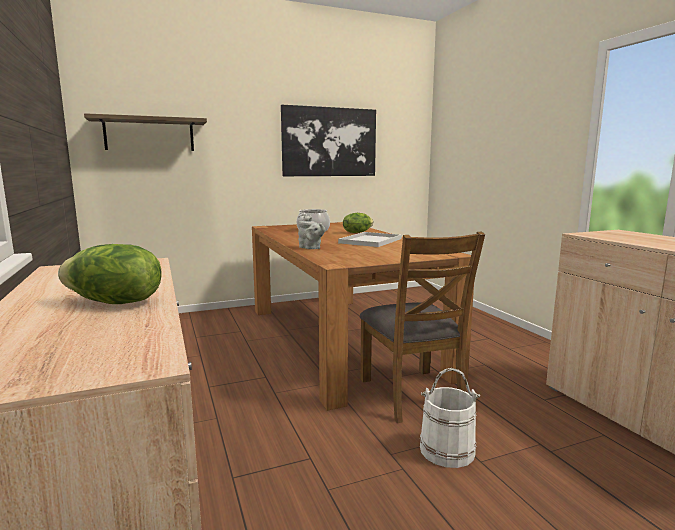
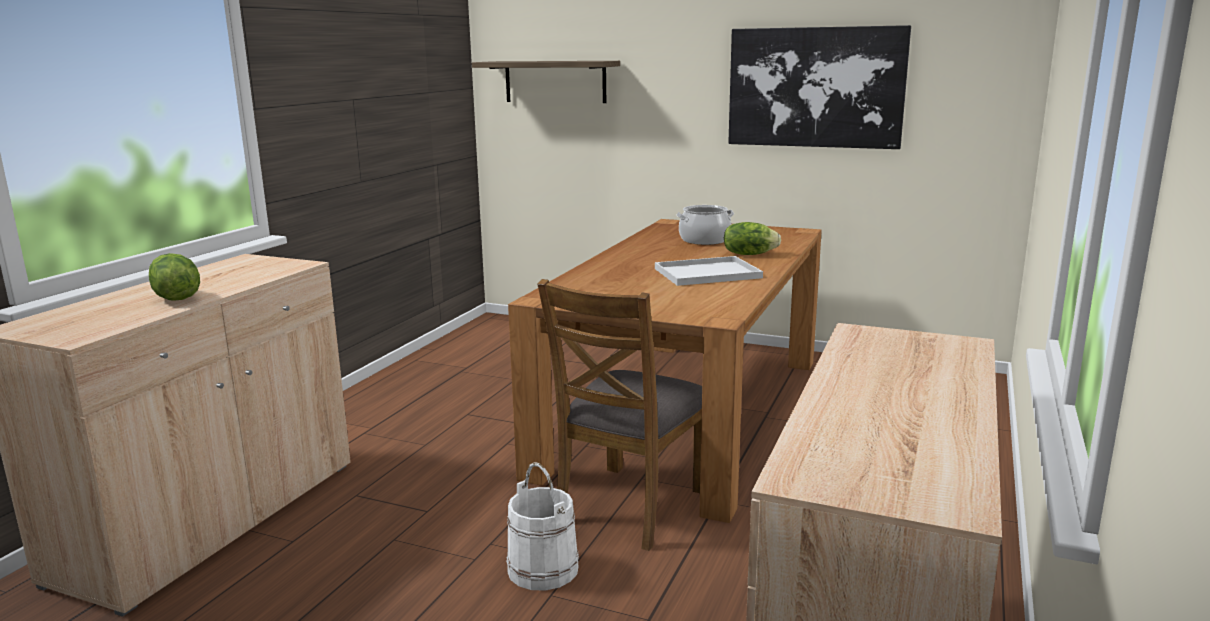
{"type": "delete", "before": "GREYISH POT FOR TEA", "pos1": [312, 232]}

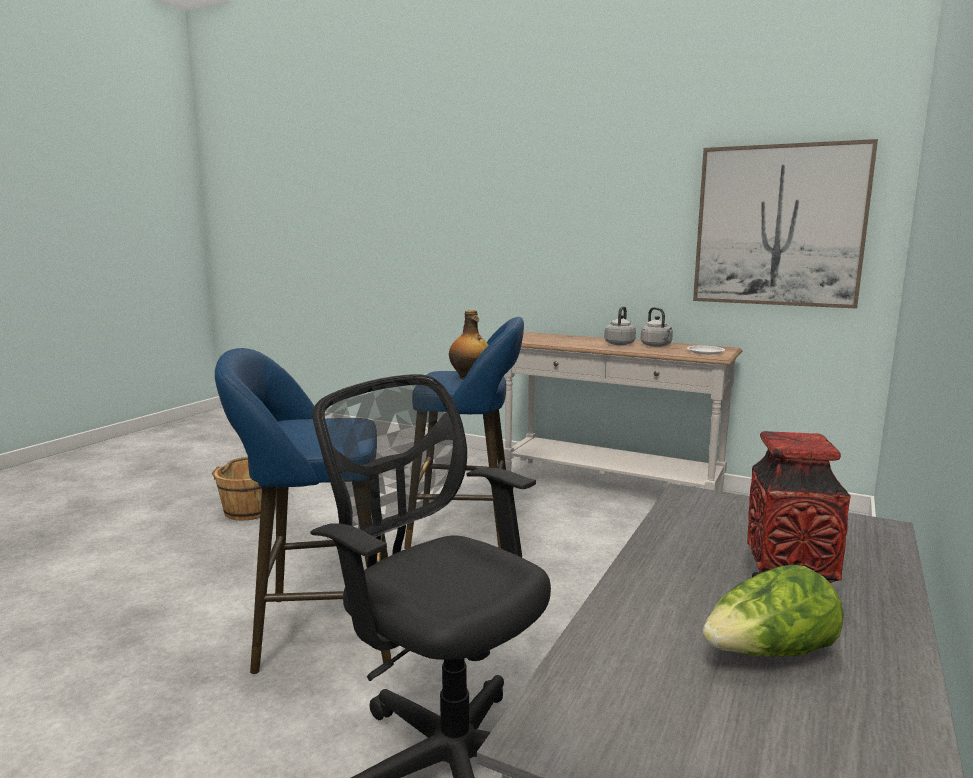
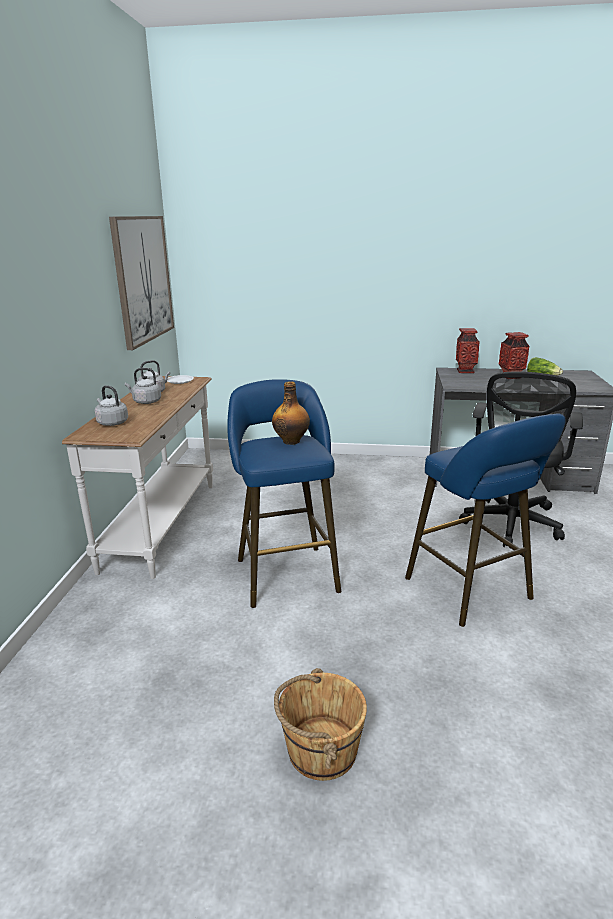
{"type": "insert", "after": "GREYISH WATER KETTLE", "pos2": [111, 405]}
{"type": "insert", "after": "VASE", "pos2": [468, 350]}

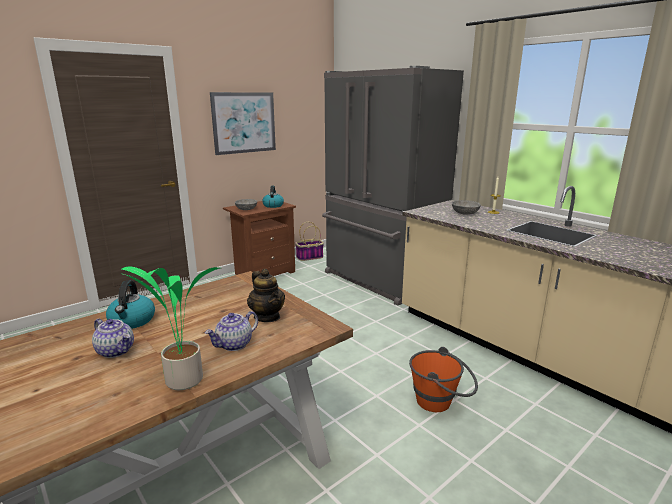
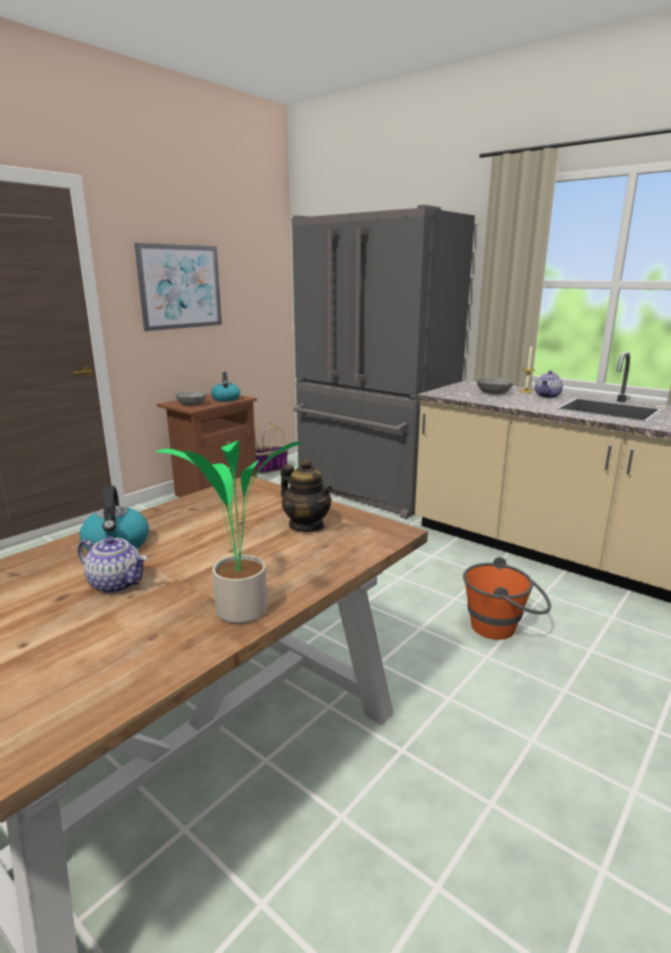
{"type": "move", "before": "POT FOR TEA", "pos1": [231, 331], "pos2": [549, 384]}

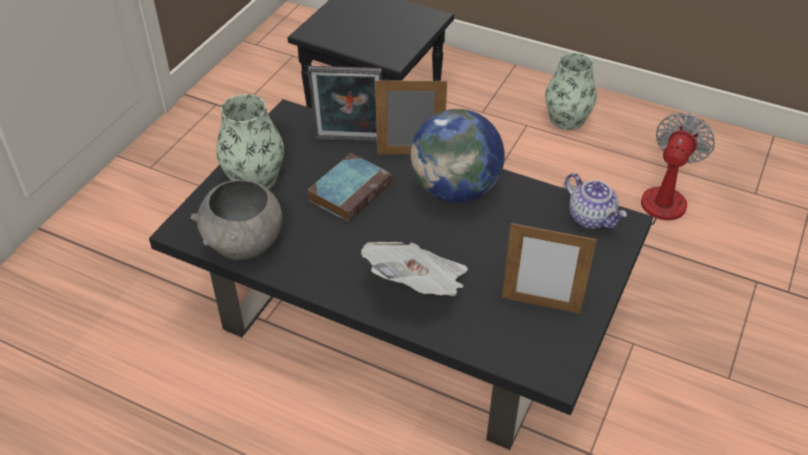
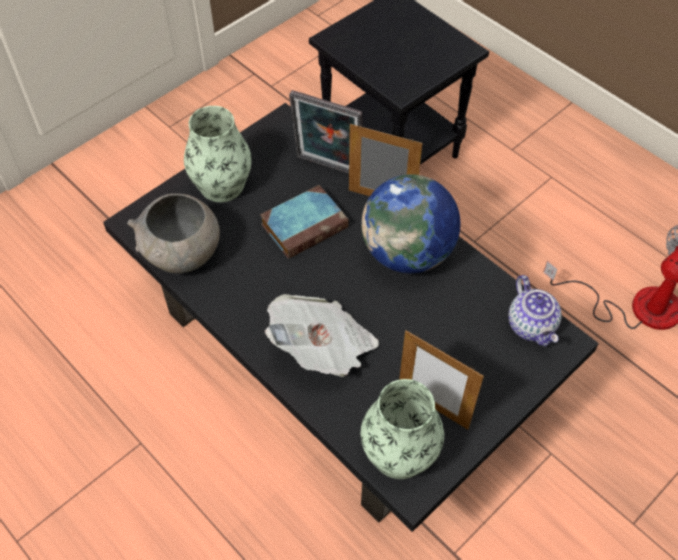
{"type": "move", "before": "VASE", "pos1": [571, 91], "pos2": [402, 429]}

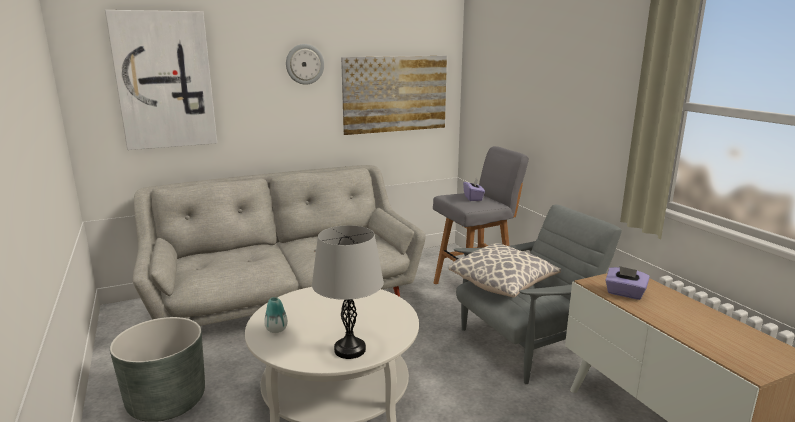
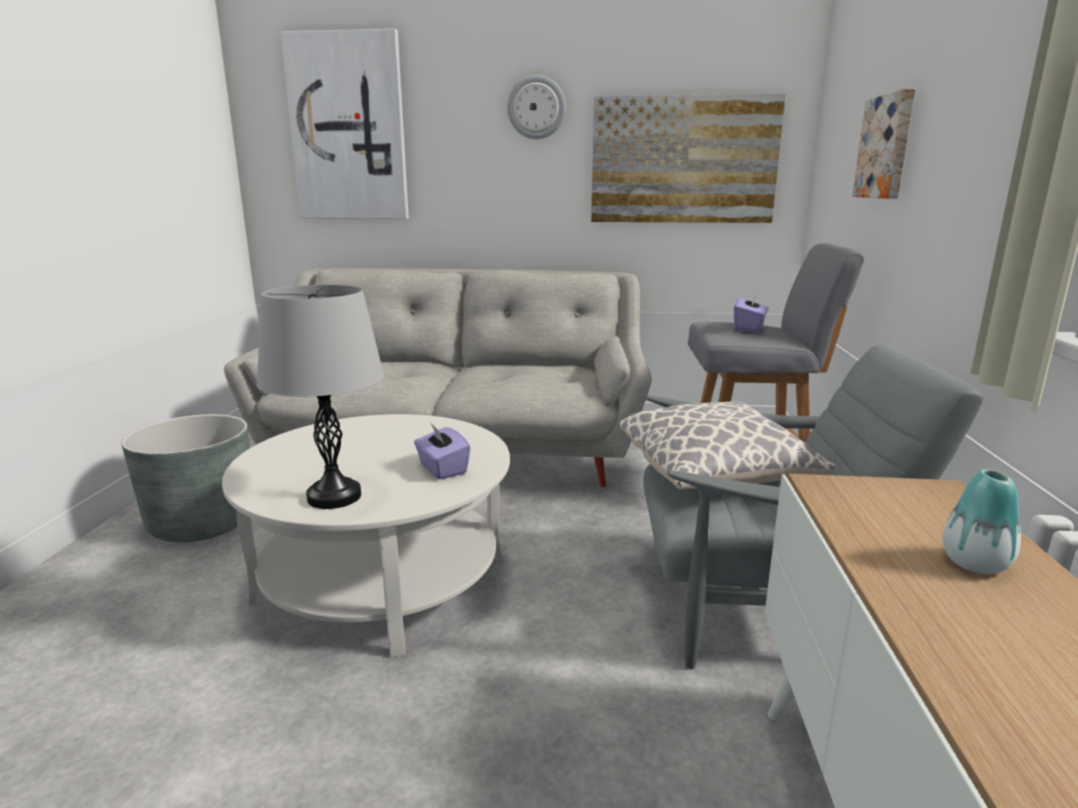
{"type": "insert", "after": "PICTURE", "pos2": [884, 143]}
{"type": "move", "before": "VASE", "pos1": [276, 315], "pos2": [982, 521]}
{"type": "move", "before": "PURPLE TISSUE HOLDER", "pos1": [627, 283], "pos2": [442, 450]}

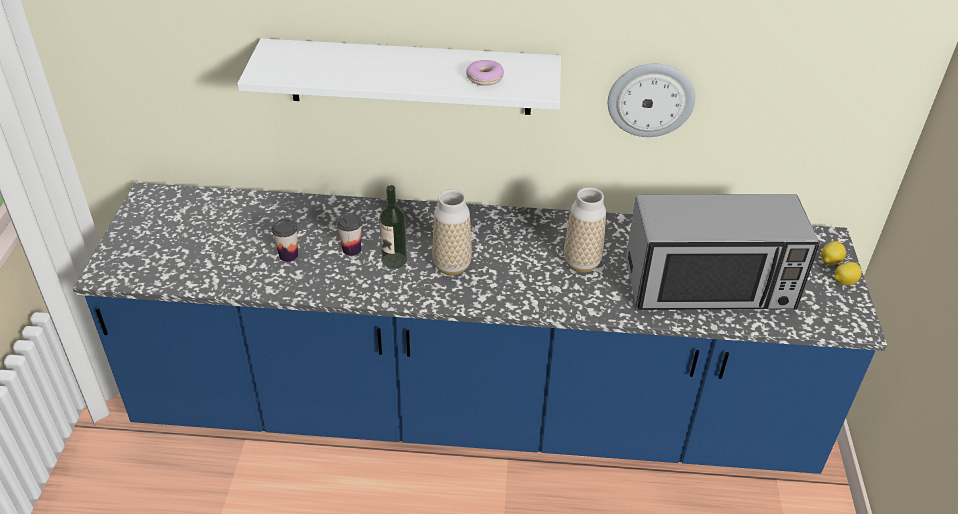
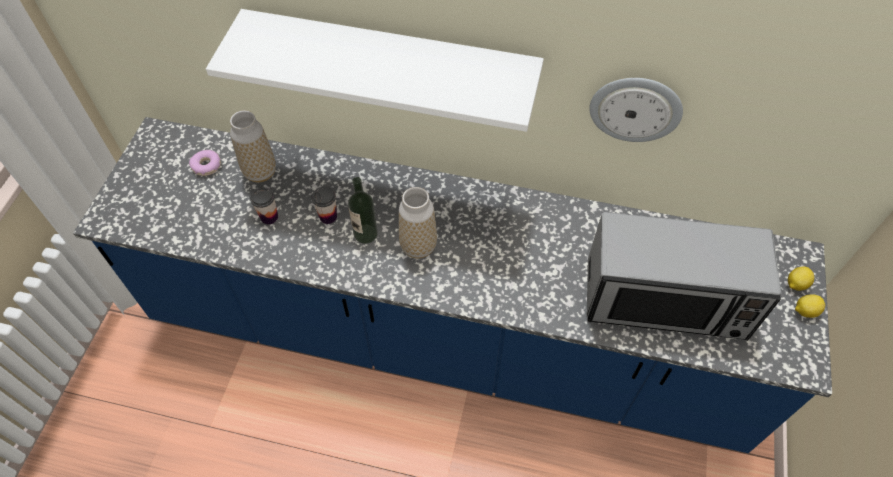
{"type": "move", "before": "DONUT", "pos1": [485, 73], "pos2": [205, 163]}
{"type": "move", "before": "VASE", "pos1": [585, 230], "pos2": [253, 146]}

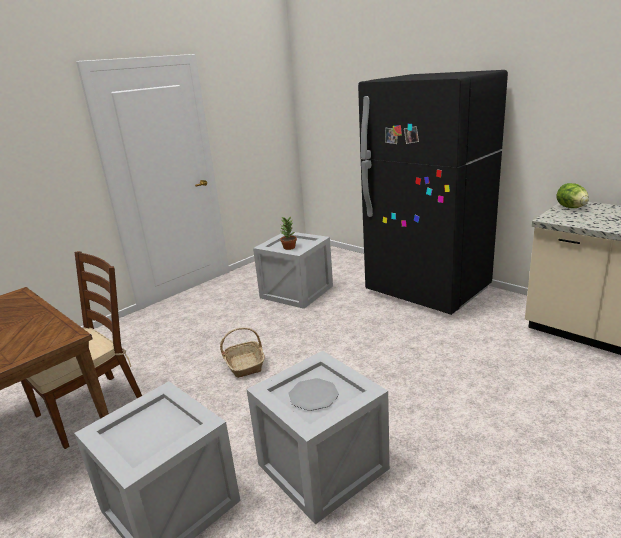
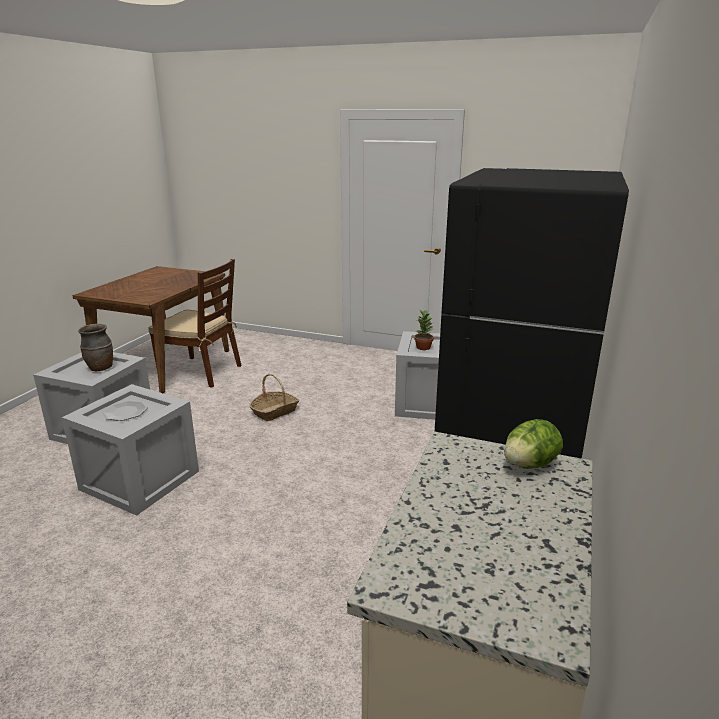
{"type": "insert", "after": "BROWNISH VASE", "pos2": [95, 348]}

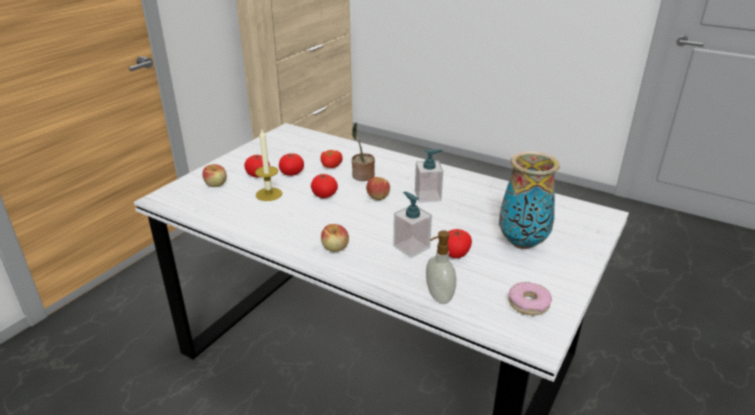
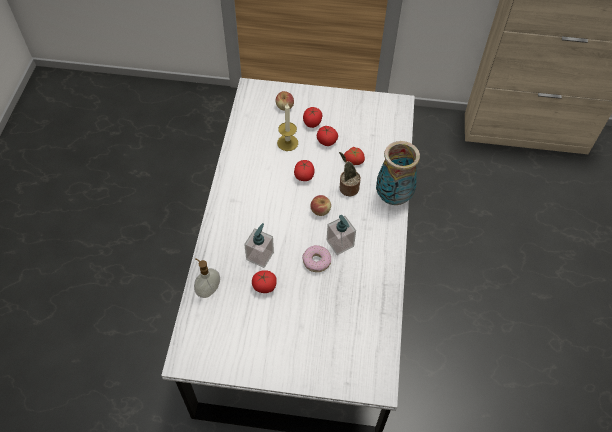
{"type": "delete", "before": "APPLE FRUIT", "pos1": [335, 238]}
{"type": "move", "before": "VASE", "pos1": [529, 200], "pos2": [398, 173]}
{"type": "move", "before": "DONUT", "pos1": [530, 298], "pos2": [316, 258]}

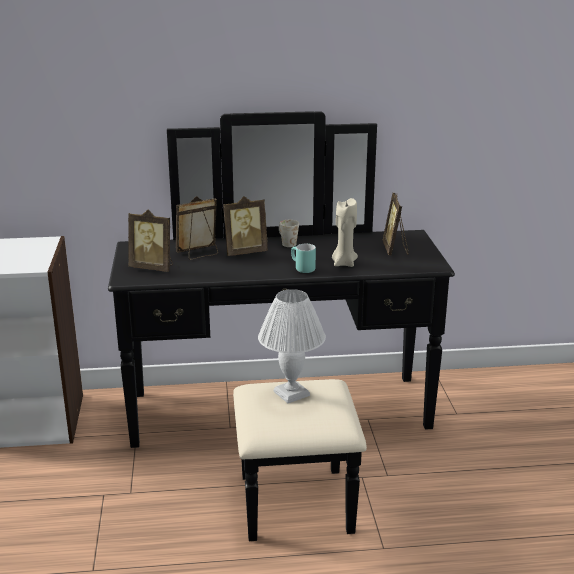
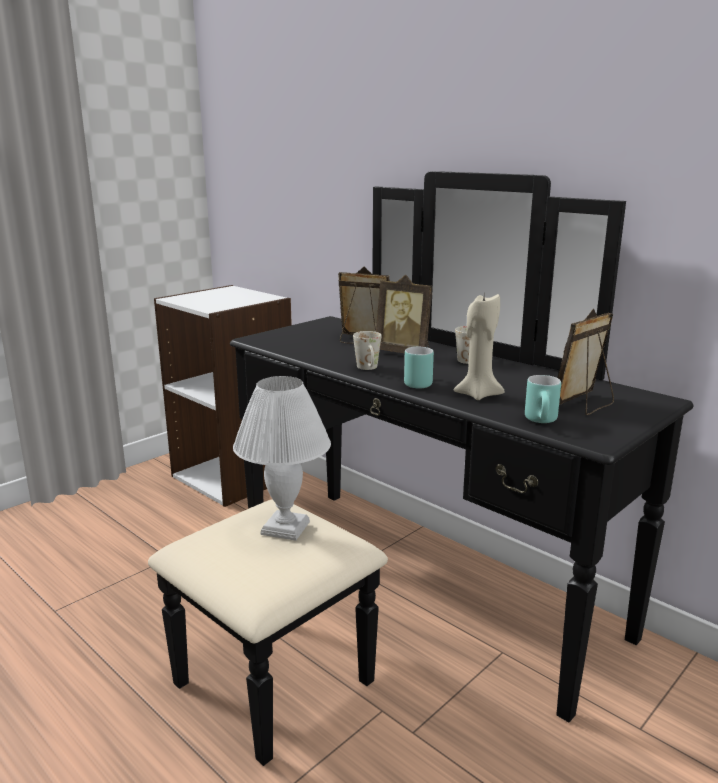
{"type": "delete", "before": "PICTURE FRAME", "pos1": [150, 241]}
{"type": "insert", "after": "WHITE-COLOURED COFFEE MUG", "pos2": [367, 350]}
{"type": "insert", "after": "BLUE-GREEN COFFEE MUG", "pos2": [543, 399]}

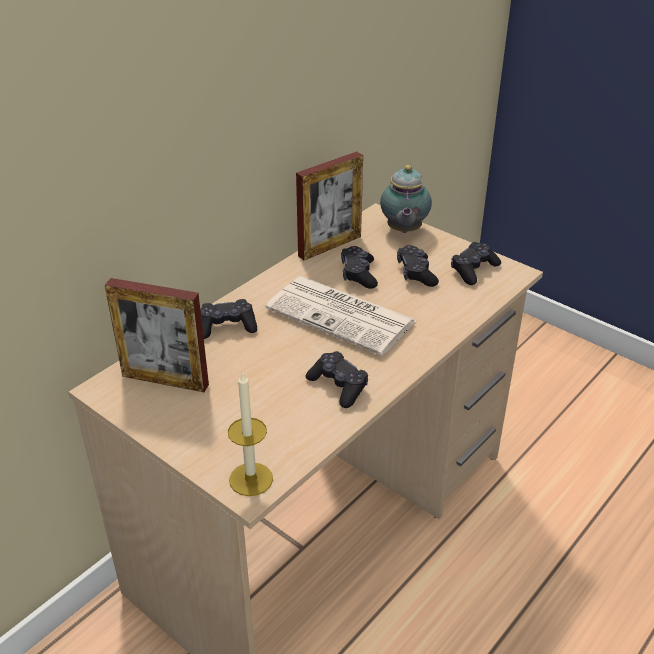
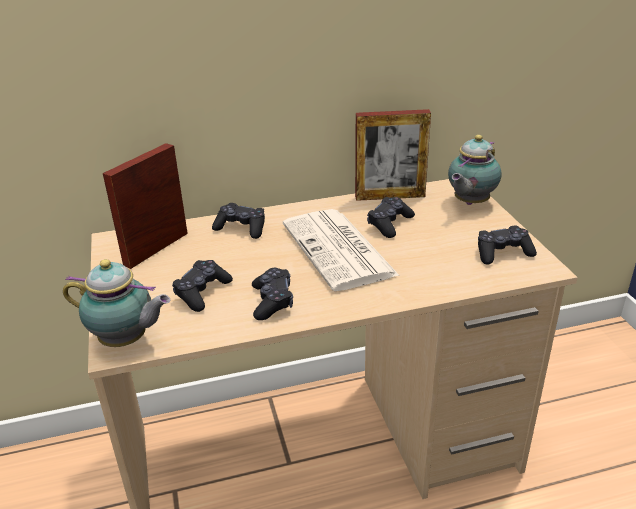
{"type": "move", "before": "BLACK-COLOURED JOYPAD", "pos1": [418, 266], "pos2": [202, 286]}
{"type": "replace", "before": "CANDLE", "after": "POT FOR TEA", "pos1": [250, 433], "pos2": [116, 303]}
{"type": "rotate", "before": "PICTURE FRAME", "pos1": [157, 335], "pos2": [145, 206], "turn": 75}

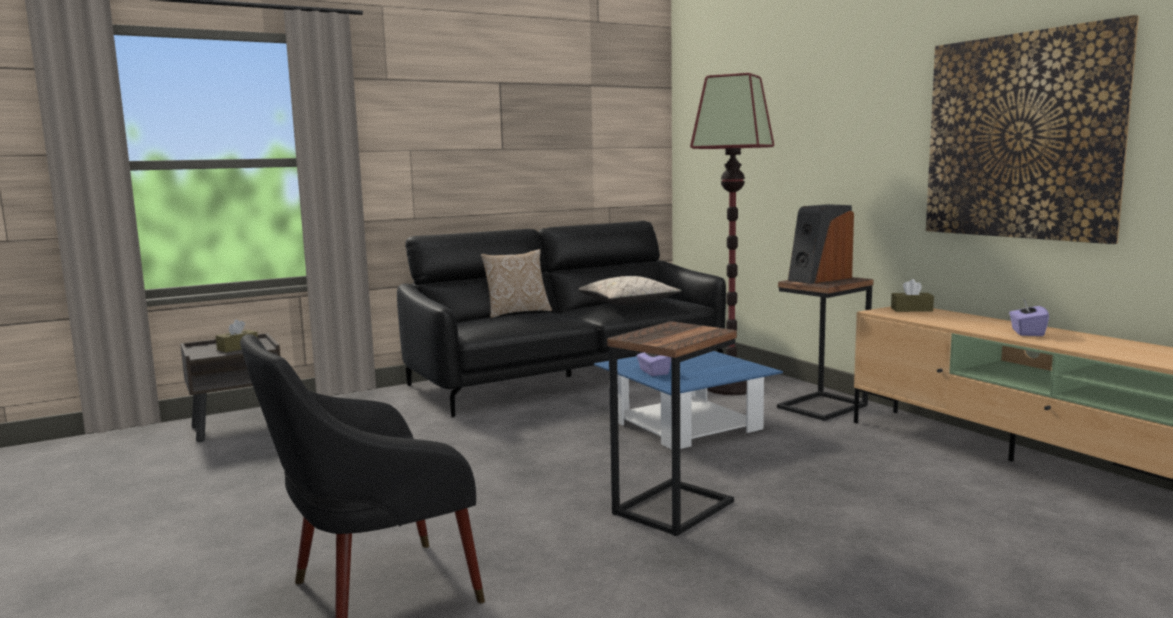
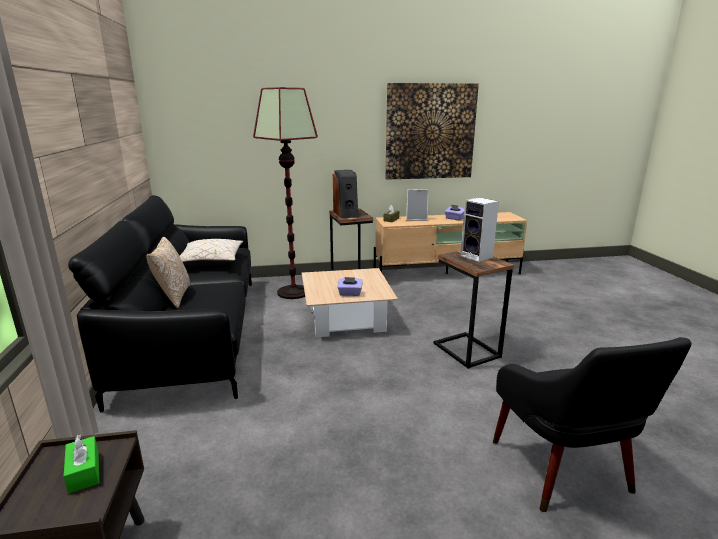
{"type": "insert", "after": "PICTURE FRAME", "pos2": [417, 205]}
{"type": "insert", "after": "SPEAKER", "pos2": [480, 229]}
{"type": "recolor", "before": "BROWNISH TISSUE HOLDER", "after": "GREENISH TISSUE HOLDER", "pos1": [237, 336], "pos2": [81, 464]}
{"type": "recolor", "before": "BLUE COFFEE TABLE", "after": "SAND-COLOURED COFFEE TABLE", "pos1": [688, 400], "pos2": [350, 302]}

